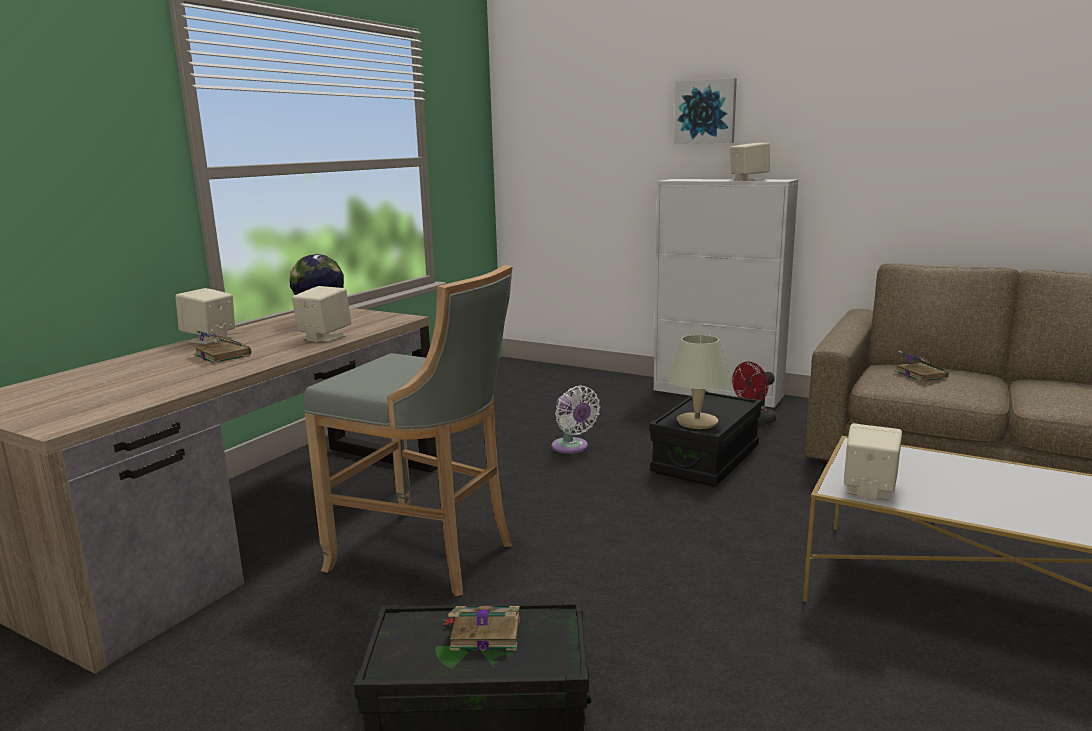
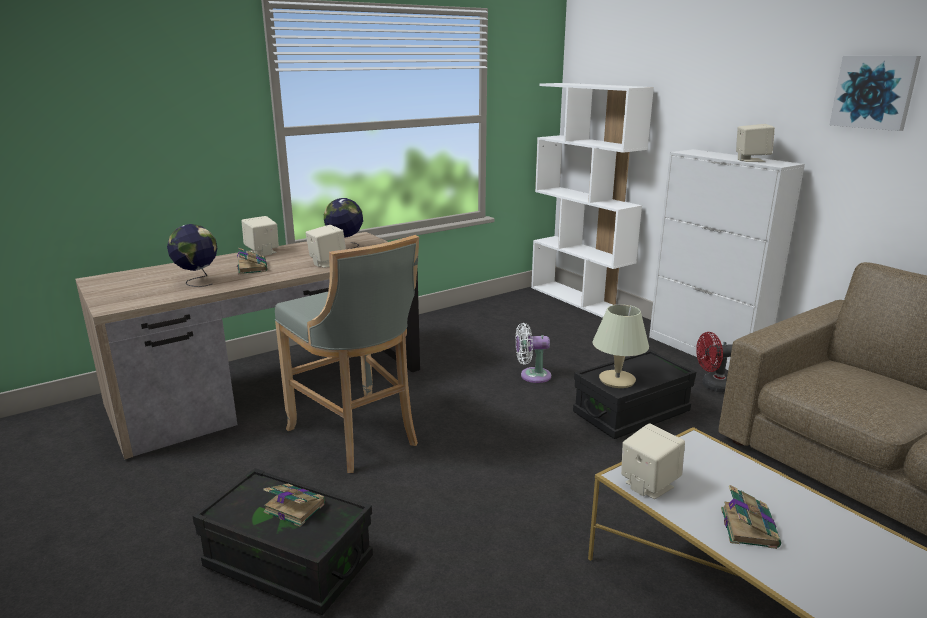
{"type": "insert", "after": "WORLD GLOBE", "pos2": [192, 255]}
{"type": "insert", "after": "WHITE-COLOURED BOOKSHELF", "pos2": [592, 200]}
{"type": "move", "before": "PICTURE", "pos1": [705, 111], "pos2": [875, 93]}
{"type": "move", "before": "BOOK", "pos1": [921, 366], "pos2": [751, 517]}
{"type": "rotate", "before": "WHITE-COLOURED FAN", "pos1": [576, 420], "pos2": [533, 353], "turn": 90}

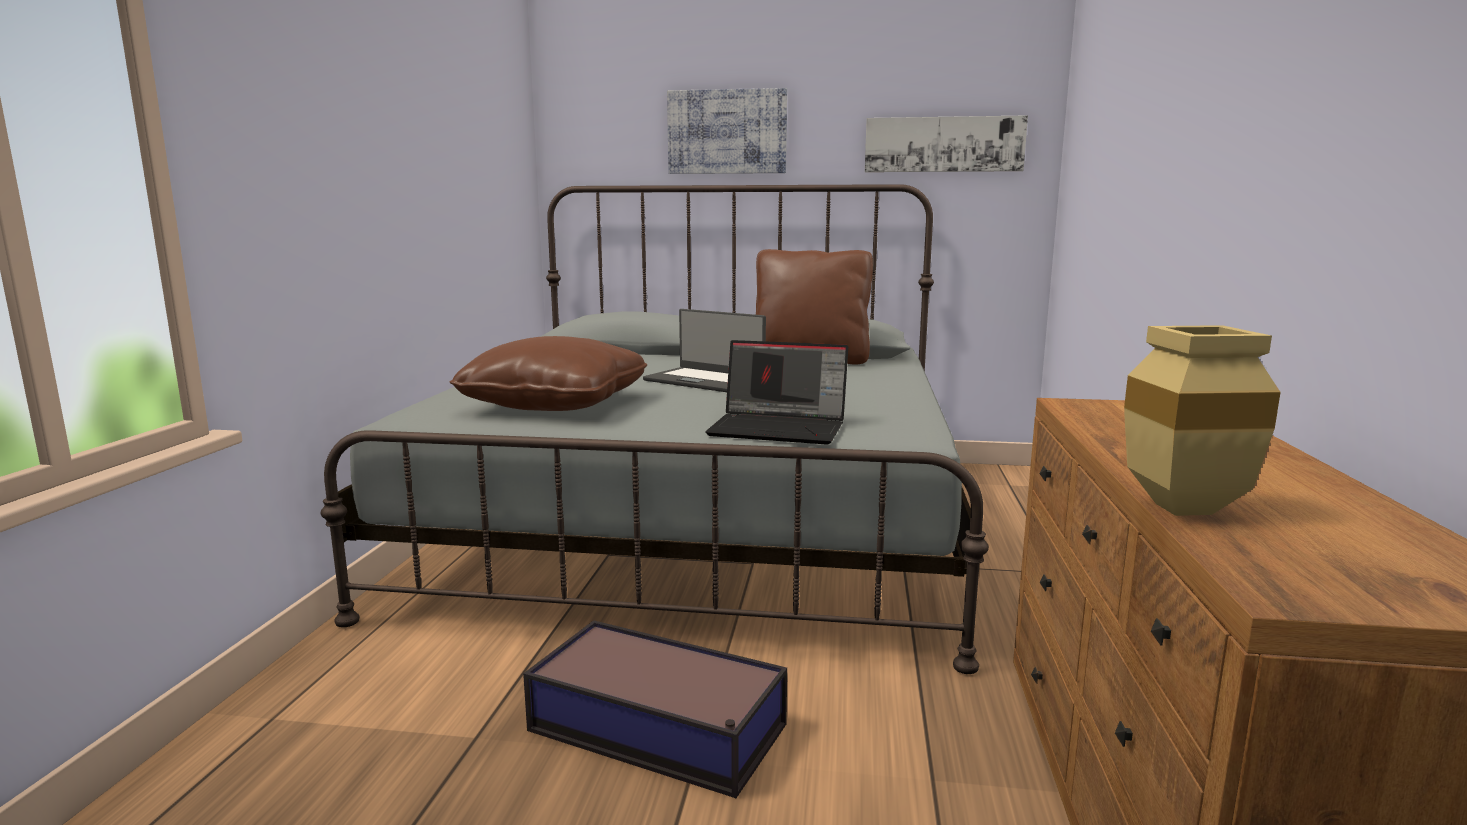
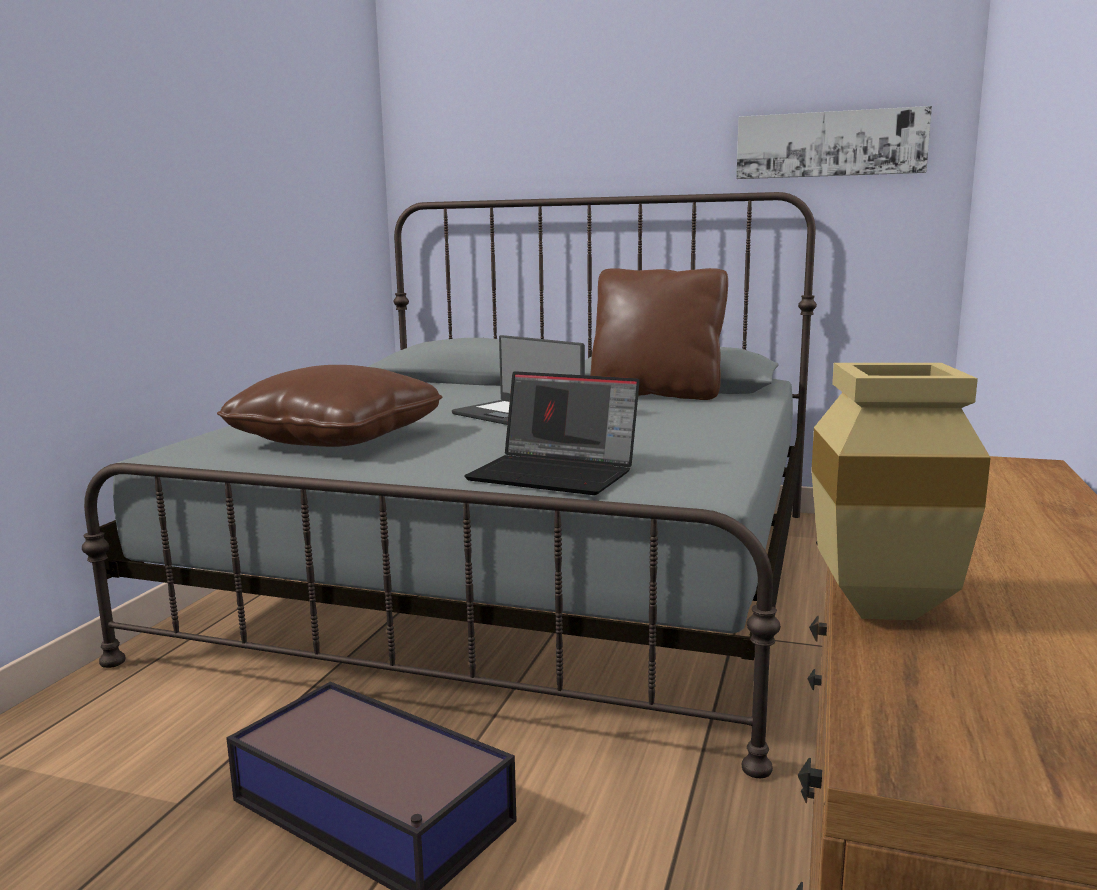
{"type": "delete", "before": "PICTURE", "pos1": [727, 131]}

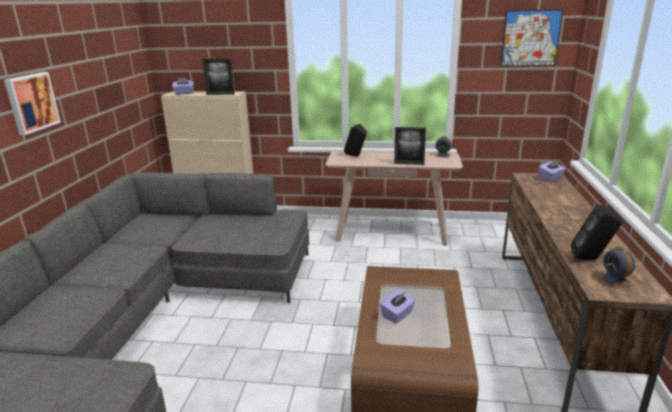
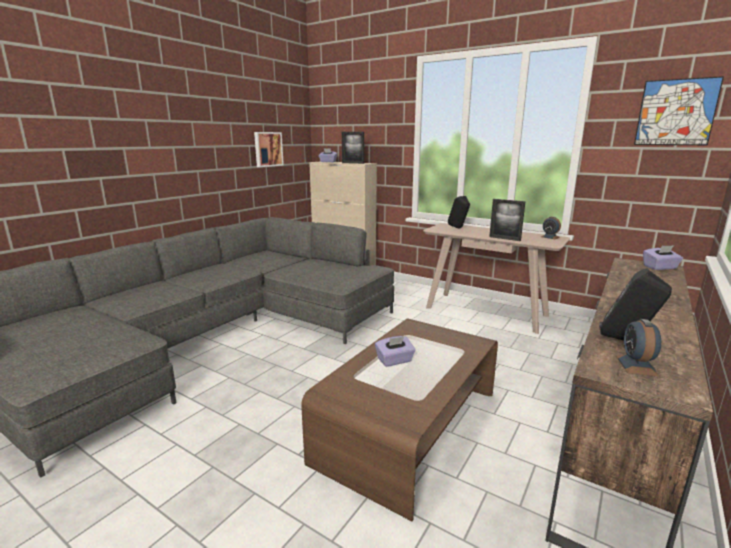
{"type": "move", "before": "PICTURE", "pos1": [32, 103], "pos2": [269, 149]}

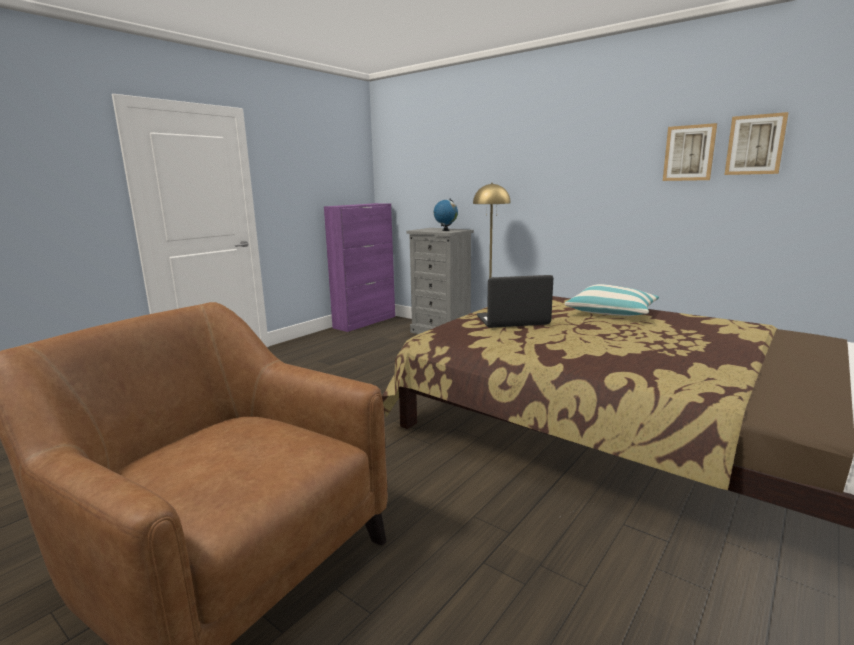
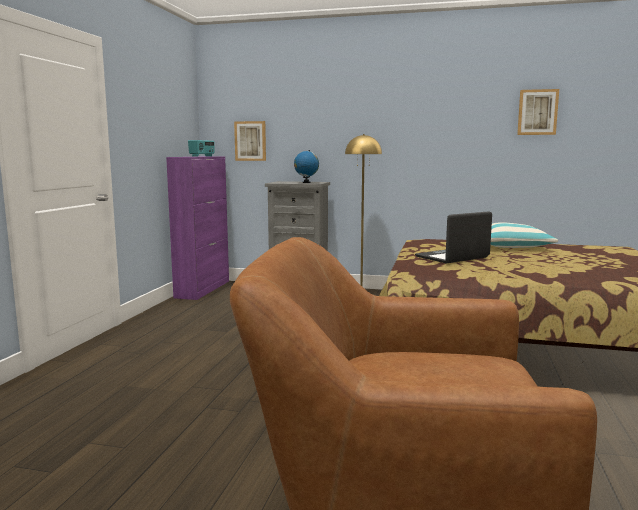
{"type": "insert", "after": "RADIO SET", "pos2": [201, 148]}
{"type": "move", "before": "PICTURE", "pos1": [756, 143], "pos2": [250, 141]}

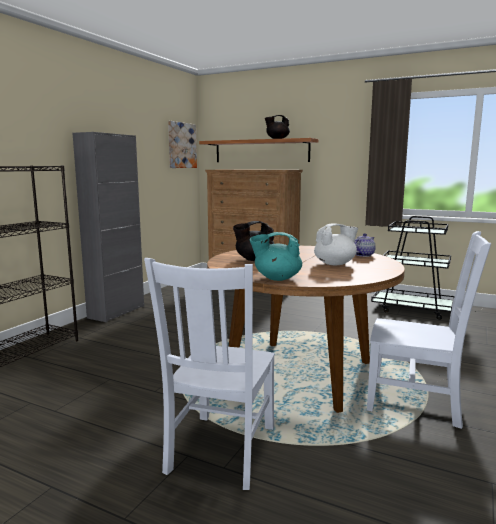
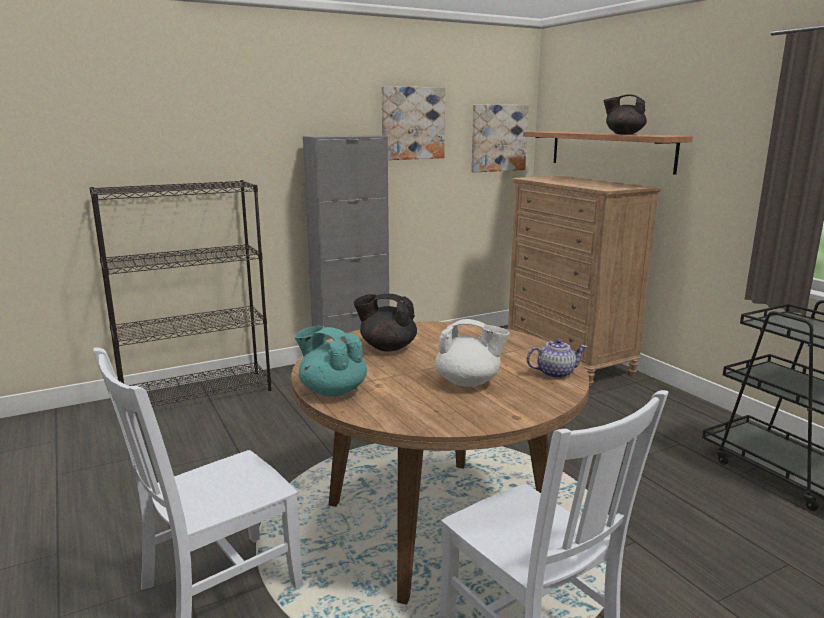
{"type": "insert", "after": "PICTURE", "pos2": [413, 123]}

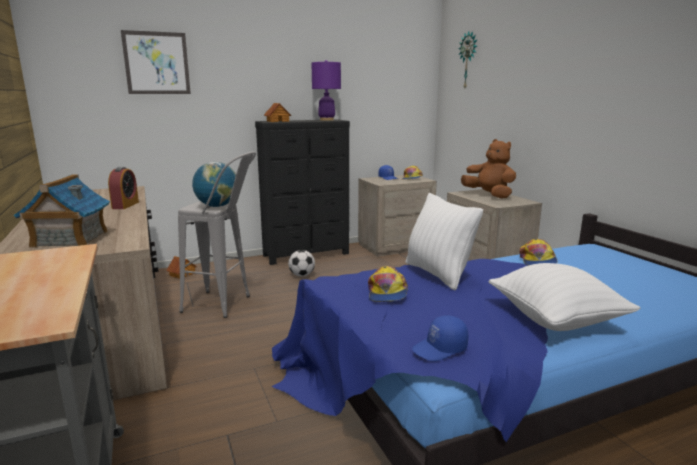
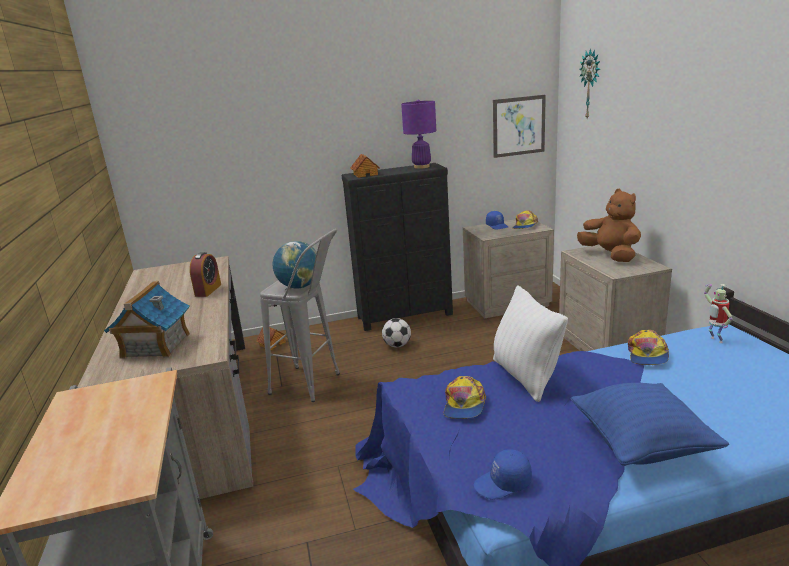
{"type": "insert", "after": "ROBOT FIGURE", "pos2": [718, 313]}
{"type": "move", "before": "PICTURE", "pos1": [156, 62], "pos2": [519, 126]}
{"type": "recolor", "before": "WHITE-COLOURED CUSHION", "after": "BLUE CUSHION", "pos1": [564, 297], "pos2": [650, 424]}

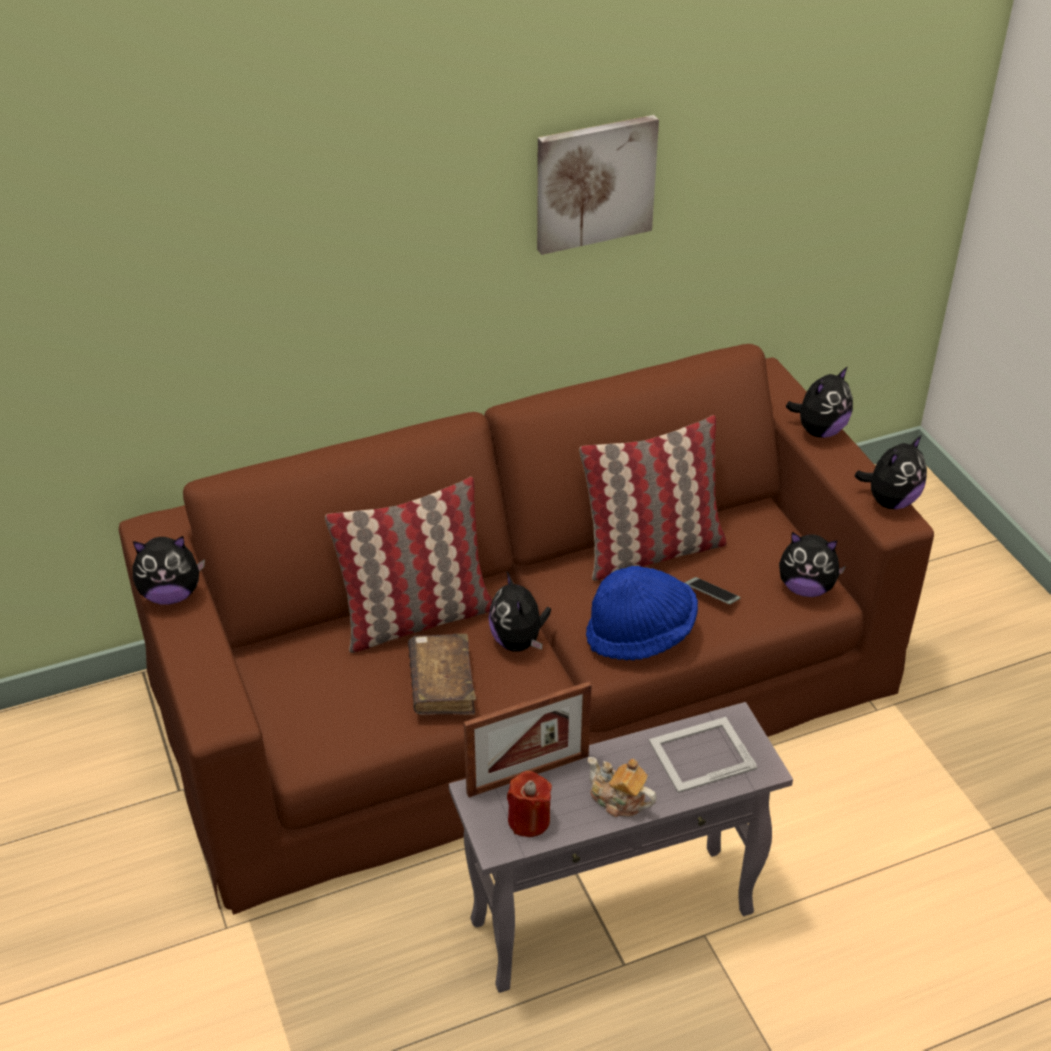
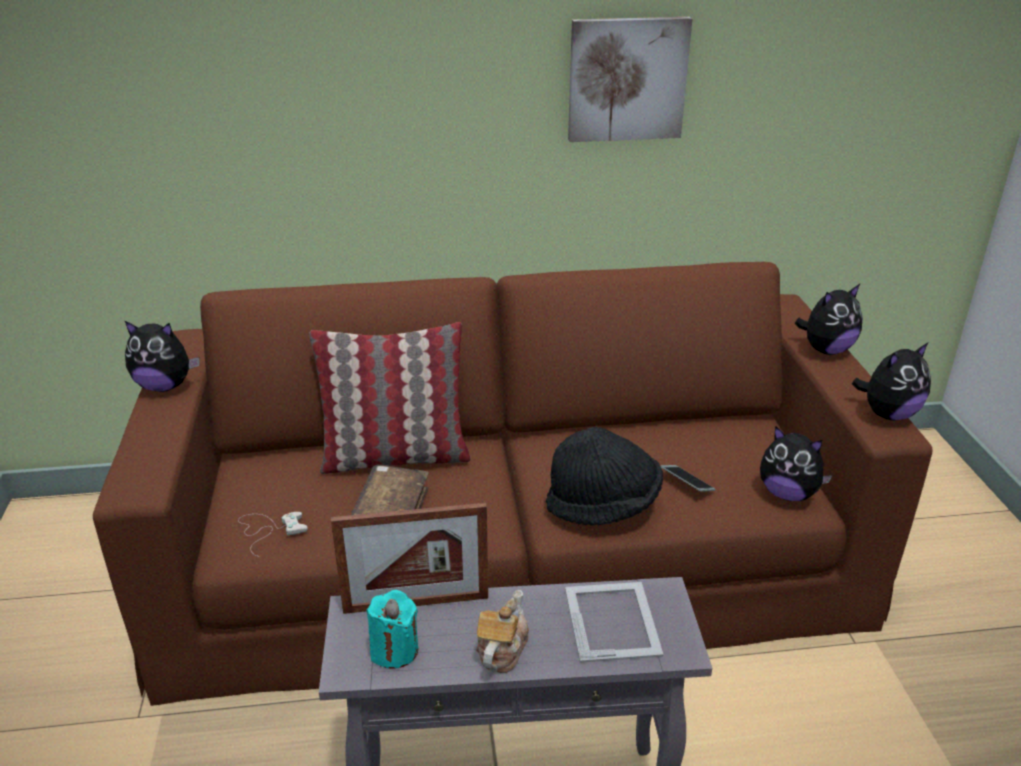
{"type": "delete", "before": "PLUSH TOY", "pos1": [519, 612]}
{"type": "delete", "before": "CUSHION", "pos1": [652, 498]}
{"type": "insert", "after": "WHITE-COLOURED JOYPAD", "pos2": [273, 534]}
{"type": "recolor", "before": "RED-COLOURED CANDLE", "after": "BLUE-GREEN CANDLE", "pos1": [529, 804], "pos2": [392, 629]}
{"type": "recolor", "before": "BLUE HAT", "after": "BLACK-COLOURED HAT", "pos1": [642, 613], "pos2": [604, 476]}
{"type": "rotate", "before": "POT FOR TEA", "pos1": [622, 787], "pos2": [502, 631], "turn": 60}
{"type": "rotate", "before": "PICTURE FRAME", "pos1": [703, 755], "pos2": [614, 622], "turn": 90}

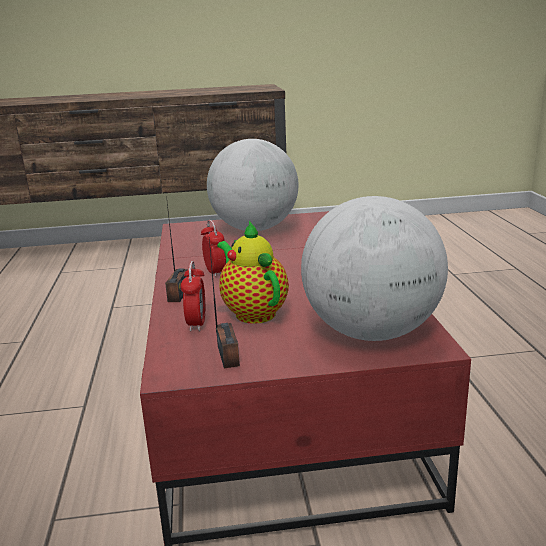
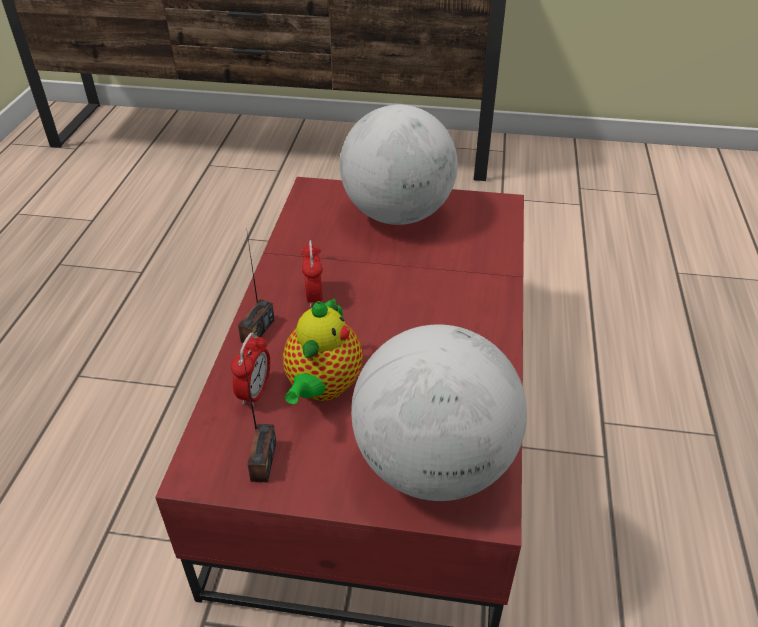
{"type": "rotate", "before": "POT FOR TEA", "pos1": [253, 272], "pos2": [323, 350], "turn": -150}

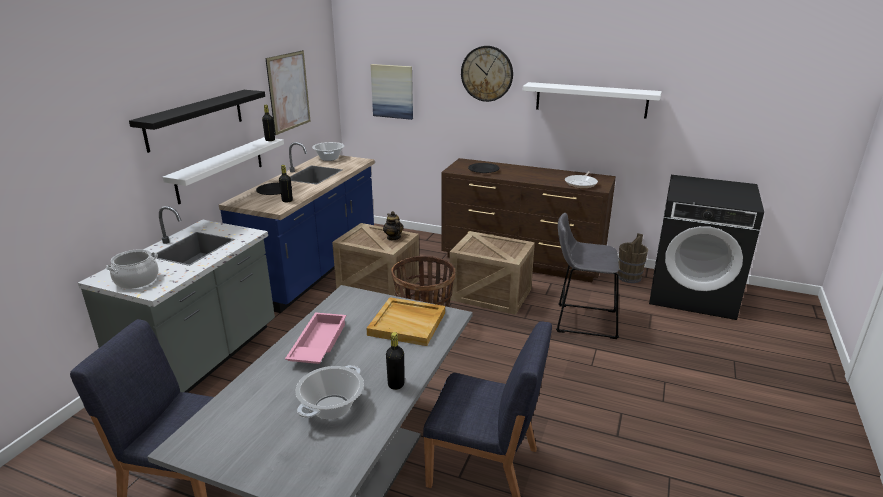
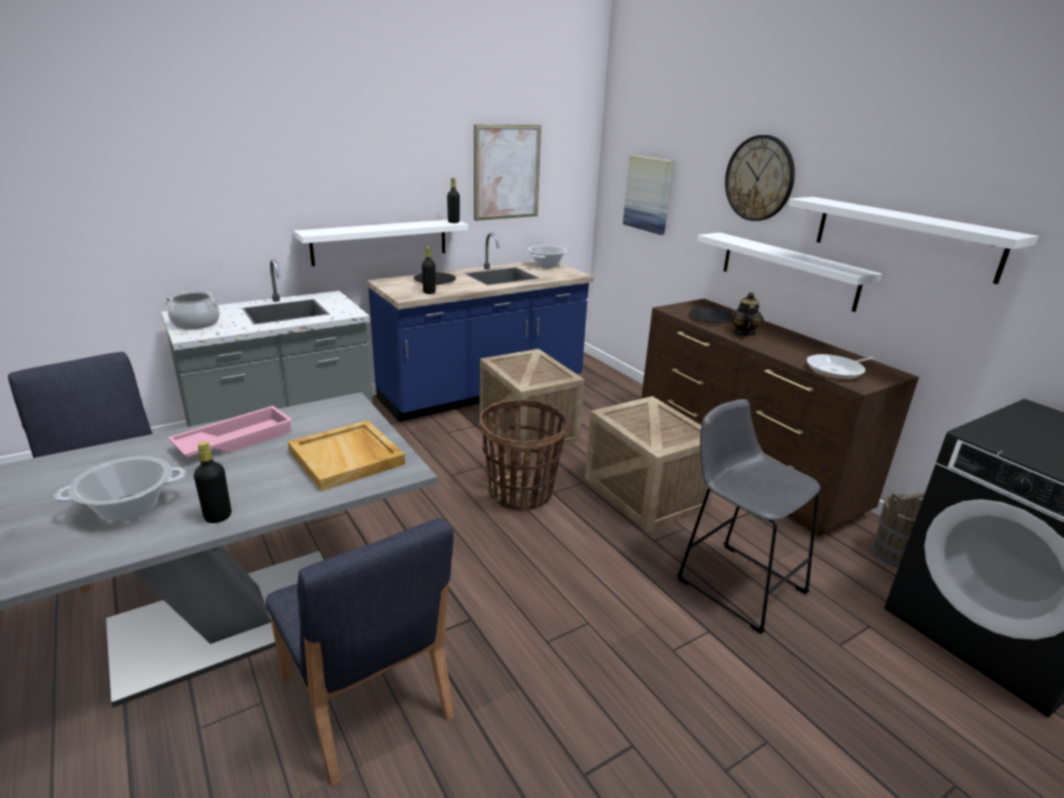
{"type": "delete", "before": "BLACK-COLOURED SHELF", "pos1": [197, 121]}
{"type": "insert", "after": "WHITE-COLOURED SHELF", "pos2": [789, 272]}
{"type": "move", "before": "POT FOR TEA", "pos1": [393, 225], "pos2": [747, 314]}

